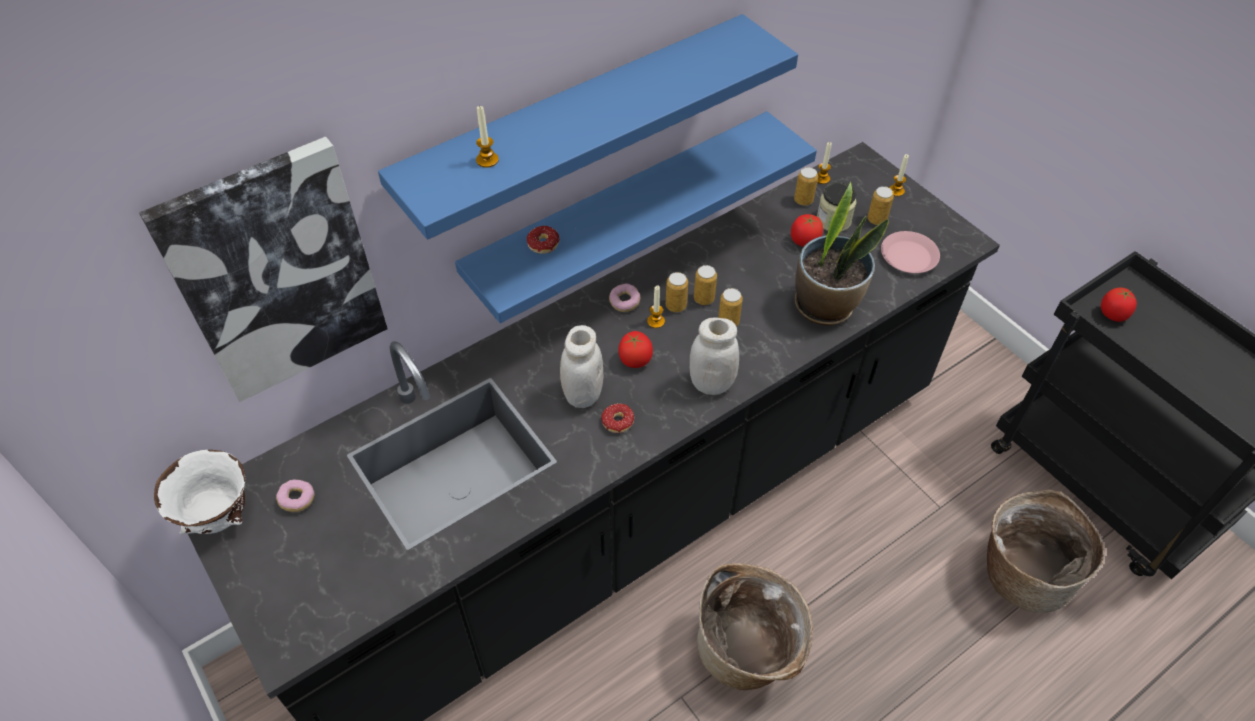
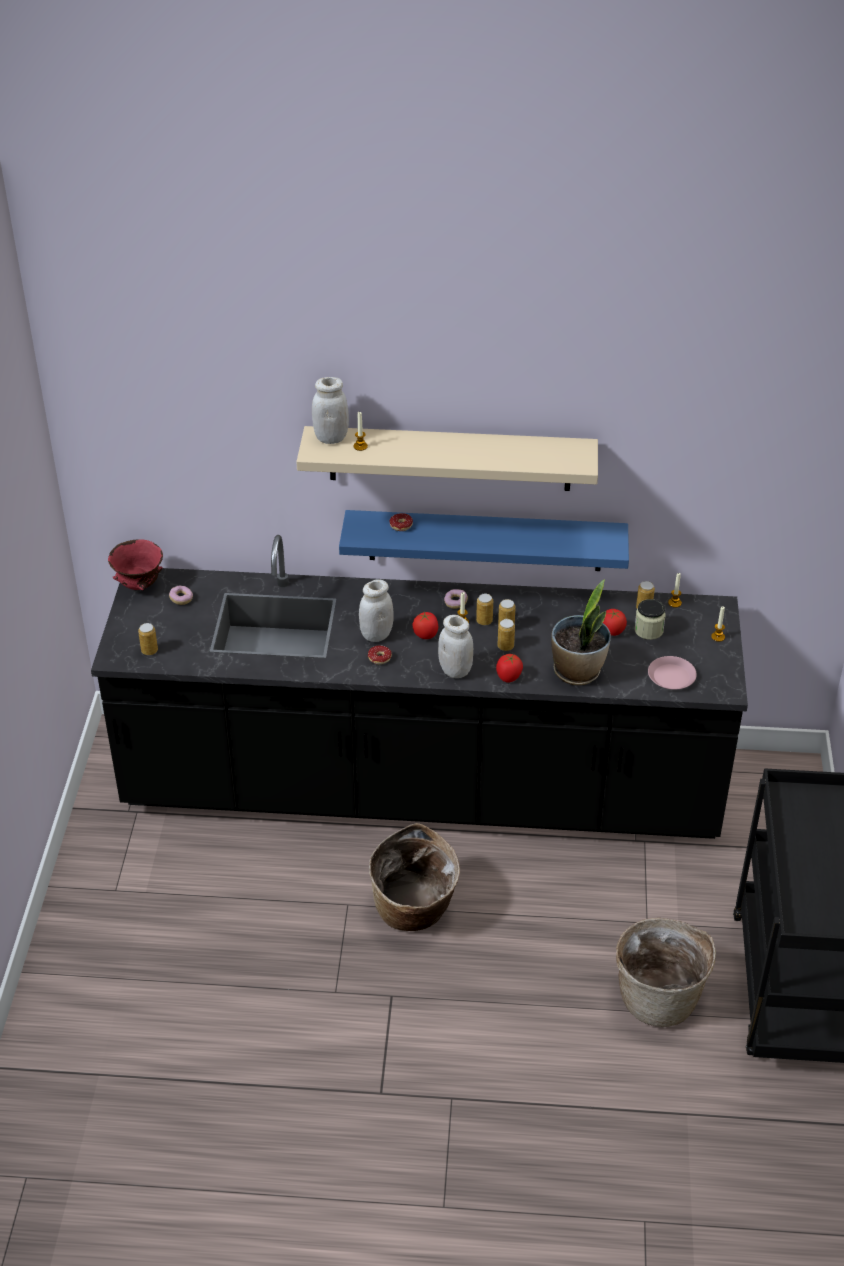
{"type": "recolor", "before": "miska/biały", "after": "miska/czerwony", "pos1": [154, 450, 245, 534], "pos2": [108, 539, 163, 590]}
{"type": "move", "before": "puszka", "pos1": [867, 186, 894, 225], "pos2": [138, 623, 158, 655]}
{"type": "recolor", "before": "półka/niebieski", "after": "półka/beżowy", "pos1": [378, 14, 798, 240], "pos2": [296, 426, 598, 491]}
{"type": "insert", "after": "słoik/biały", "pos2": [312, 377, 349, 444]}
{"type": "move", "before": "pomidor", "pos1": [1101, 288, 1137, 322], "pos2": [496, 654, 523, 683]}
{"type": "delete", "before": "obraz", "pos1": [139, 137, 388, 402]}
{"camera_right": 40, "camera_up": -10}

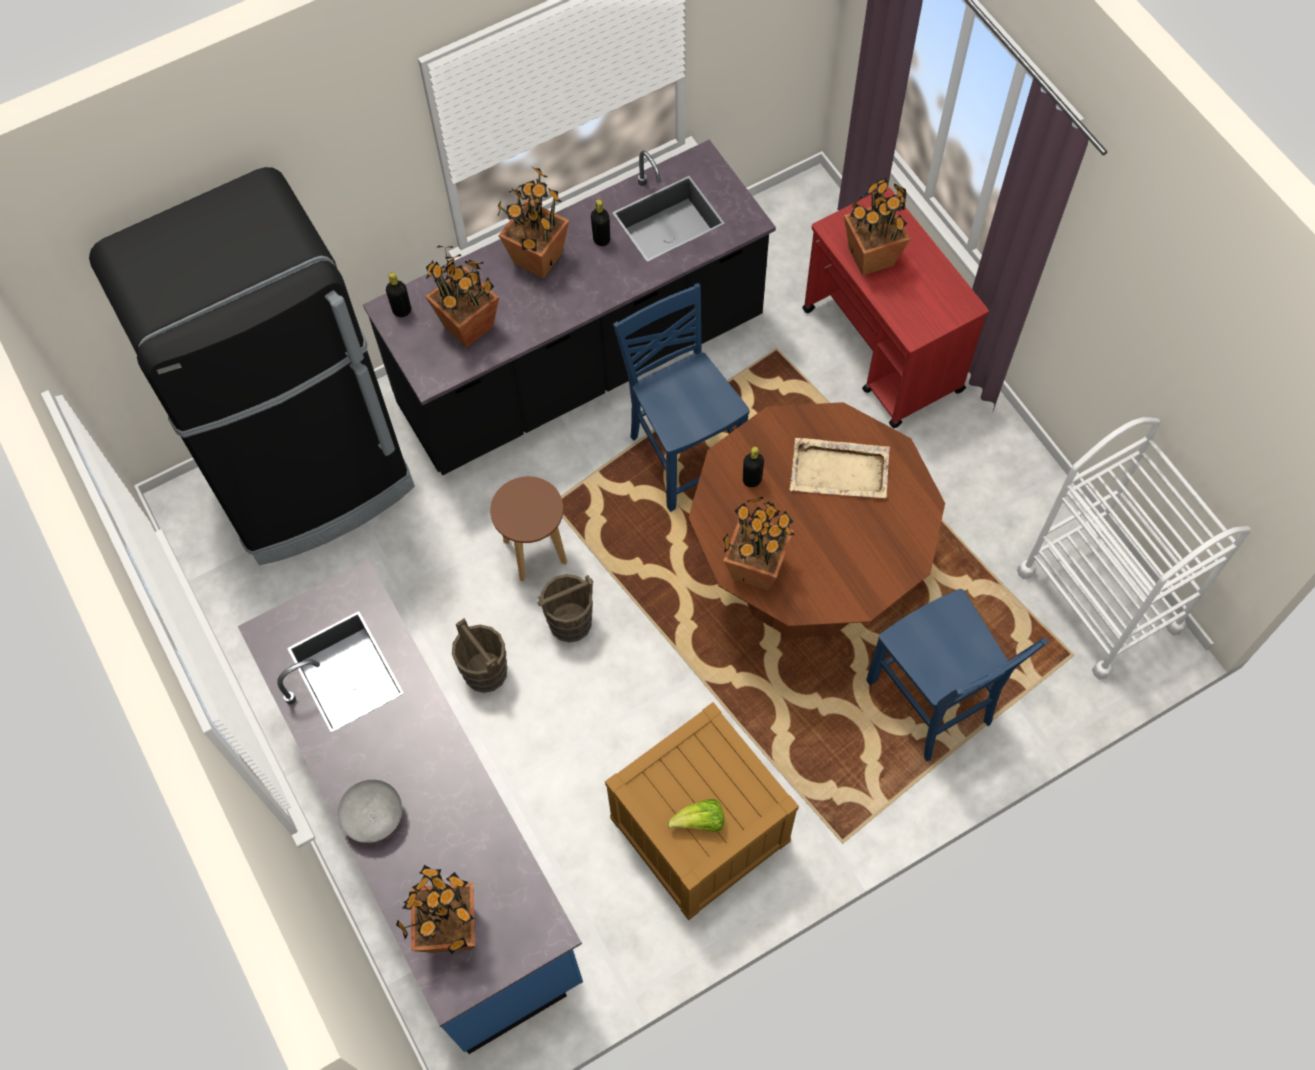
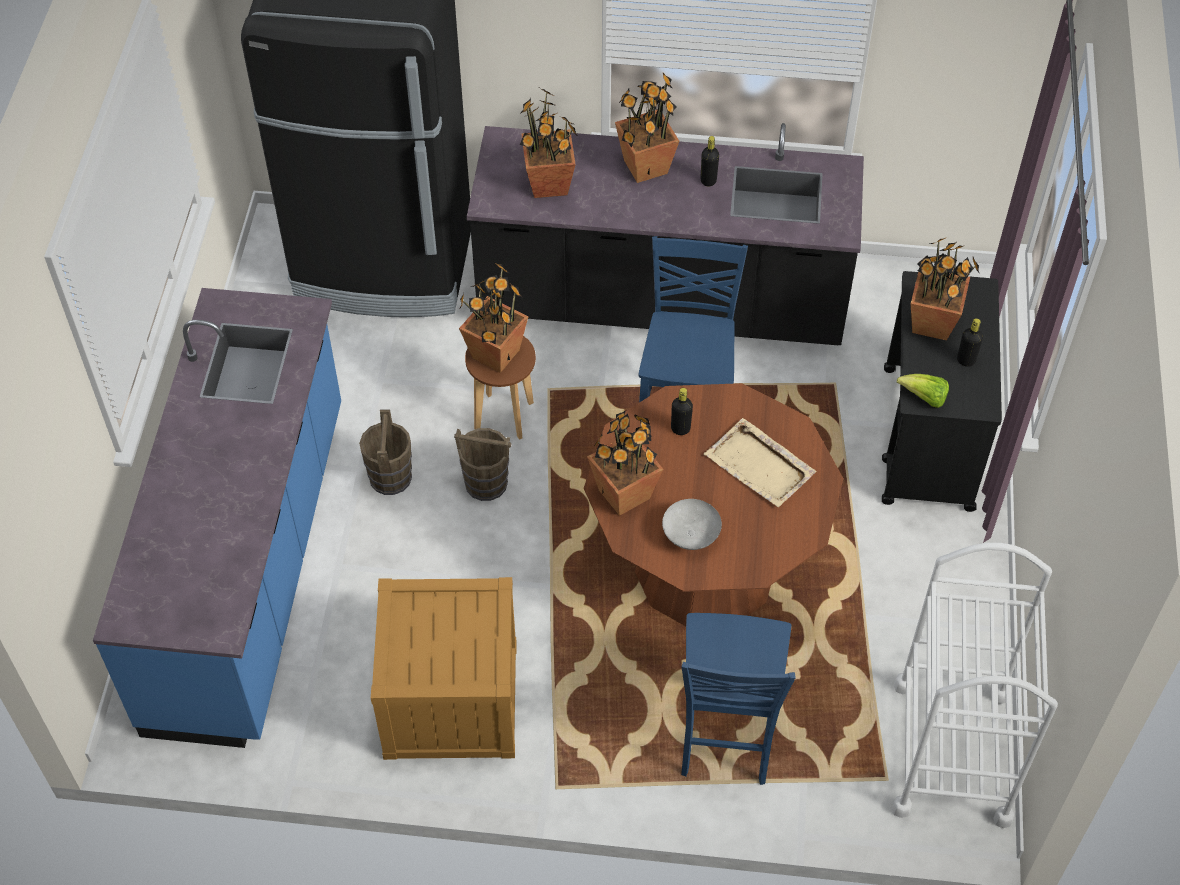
{"type": "move", "before": "roślina doniczkowa", "pos1": [396, 865, 476, 954], "pos2": [459, 264, 529, 373]}
{"type": "move", "before": "miska/szary", "pos1": [338, 779, 402, 843], "pos2": [662, 499, 722, 550]}
{"type": "recolor", "before": "wózek/czerwony", "after": "wózek/czarny", "pos1": [802, 187, 989, 428], "pos2": [882, 271, 1002, 512]}
{"type": "move", "before": "sałata", "pos1": [668, 799, 724, 832], "pos2": [897, 374, 949, 408]}
{"type": "move", "before": "butelka/czarny", "pos1": [386, 272, 411, 317], "pos2": [957, 318, 983, 367]}
{"camera_right": 35, "camera_up": -10}

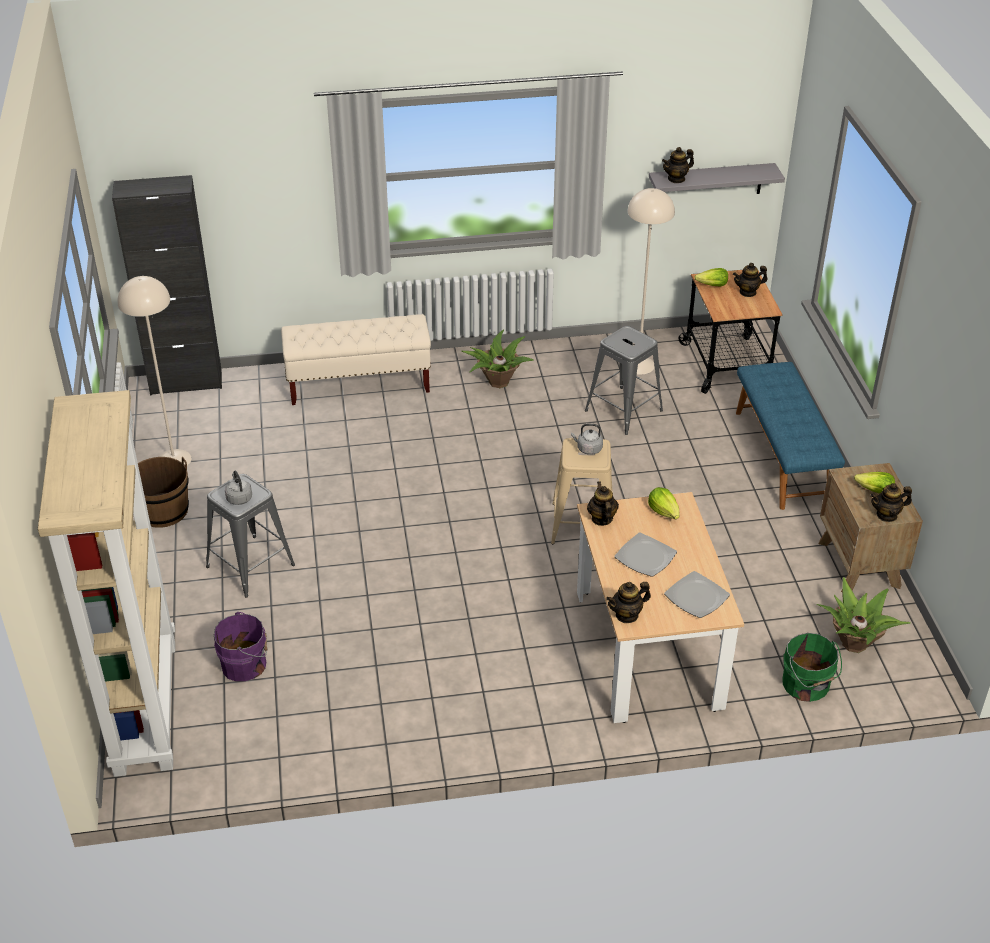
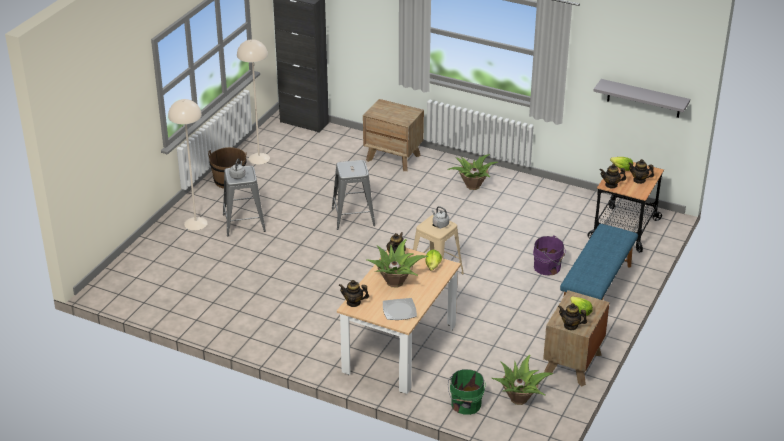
{"type": "move", "before": "lampa stojąca/beżowy", "pos1": [627, 188, 675, 375], "pos2": [168, 99, 208, 230]}
{"type": "move", "before": "stołek/szary", "pos1": [585, 326, 663, 435], "pos2": [332, 160, 375, 230]}
{"type": "replace", "before": "ławka/beżowy", "after": "szafka nocna/brązowy", "pos1": [281, 314, 431, 405], "pos2": [363, 99, 424, 171]}
{"type": "replace", "before": "talerz", "after": "roślina doniczkowa", "pos1": [614, 533, 677, 577], "pos2": [366, 239, 428, 288]}
{"type": "move", "before": "wiadro/fioletowy", "pos1": [214, 612, 268, 681], "pos2": [533, 235, 566, 276]}
{"type": "move", "before": "imbryk", "pos1": [662, 147, 694, 183], "pos2": [600, 164, 626, 188]}
{"type": "delete", "before": "regał/beżowy", "pos1": [38, 390, 175, 777]}
{"camera_right": 35, "camera_up": -5}

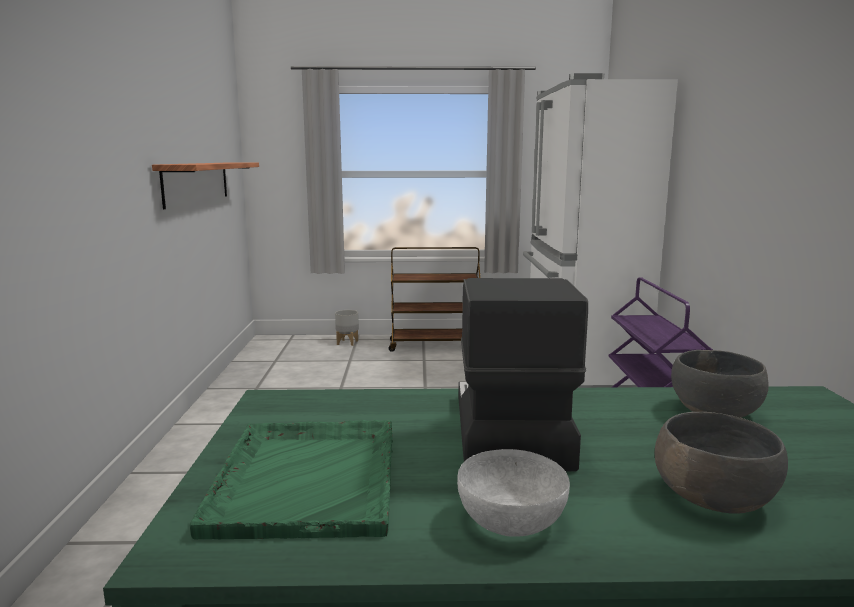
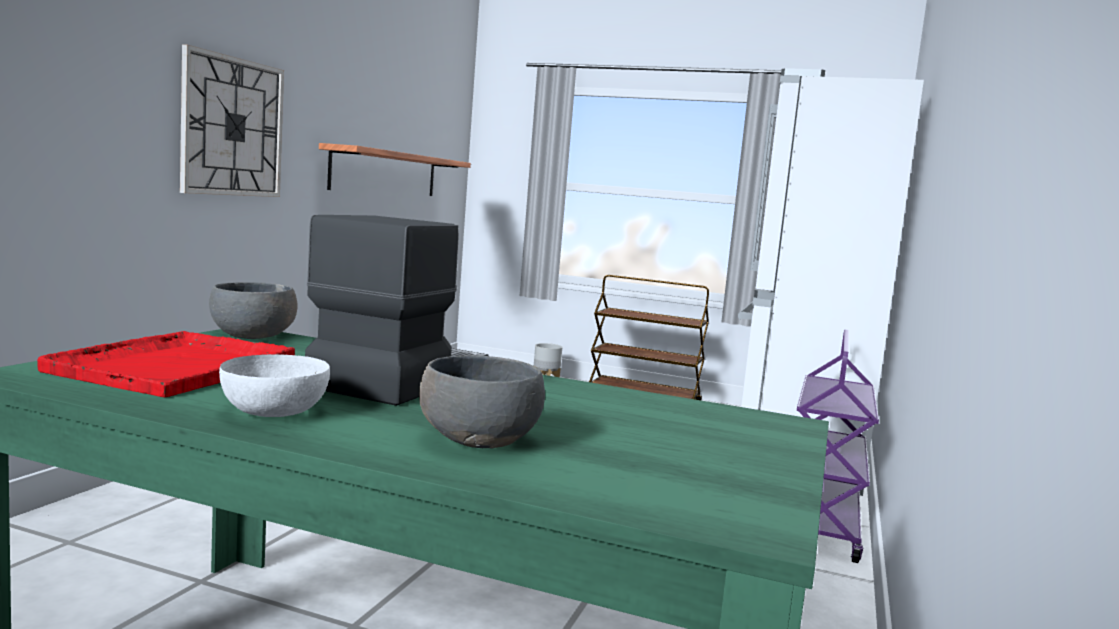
{"type": "recolor", "before": "taca/zielony", "after": "taca/czerwony", "pos1": [190, 420, 393, 539], "pos2": [37, 331, 295, 397]}
{"type": "insert", "after": "zegar ścienny", "pos2": [180, 44, 284, 197]}
{"type": "move", "before": "miska/szary", "pos1": [671, 350, 769, 418], "pos2": [209, 282, 298, 339]}
{"camera_right": 20, "camera_up": -5}

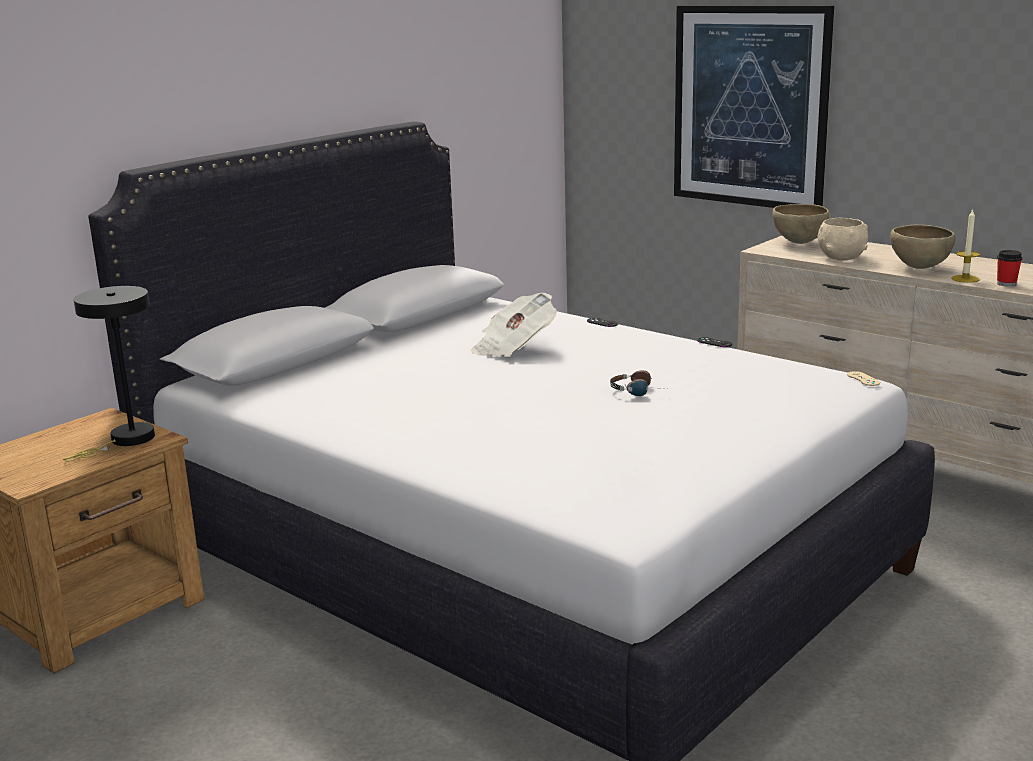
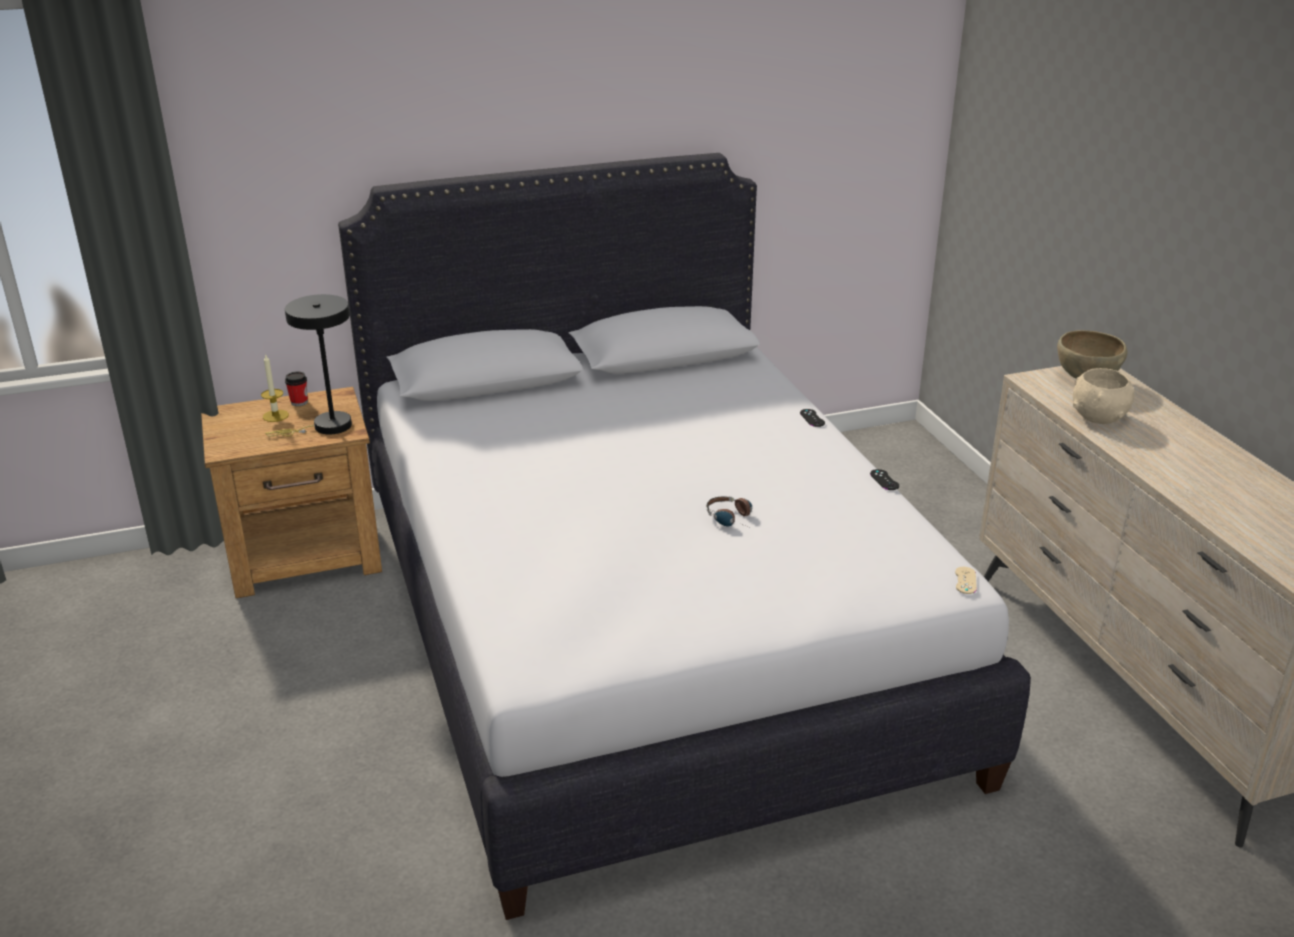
{"type": "move", "before": "świeca", "pos1": [951, 208, 980, 283], "pos2": [261, 355, 289, 422]}
{"type": "move", "before": "filiżanka", "pos1": [997, 250, 1022, 287], "pos2": [285, 372, 308, 406]}
{"type": "delete", "before": "gazeta", "pos1": [471, 293, 557, 357]}
{"type": "delete", "before": "obraz", "pos1": [674, 5, 834, 208]}
{"type": "delete", "before": "miska/brązowy", "pos1": [890, 225, 956, 269]}
{"camera_right": 30, "camera_up": 10}

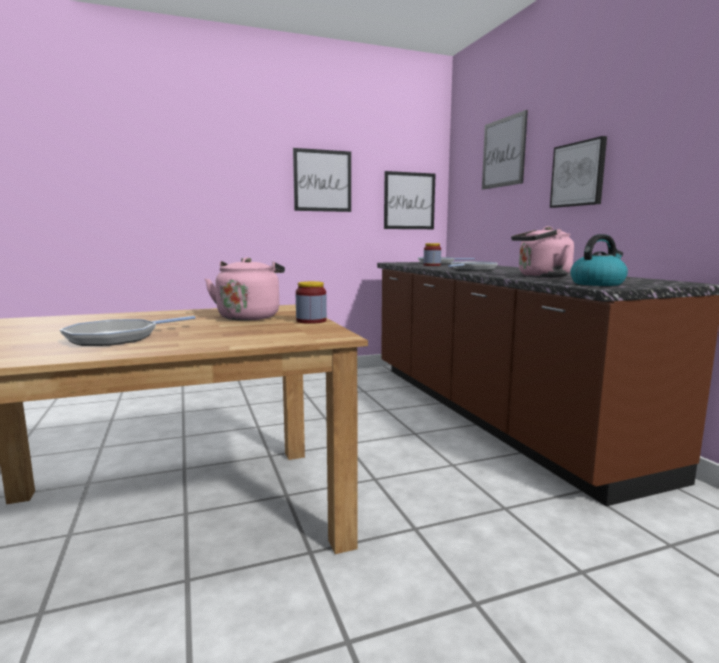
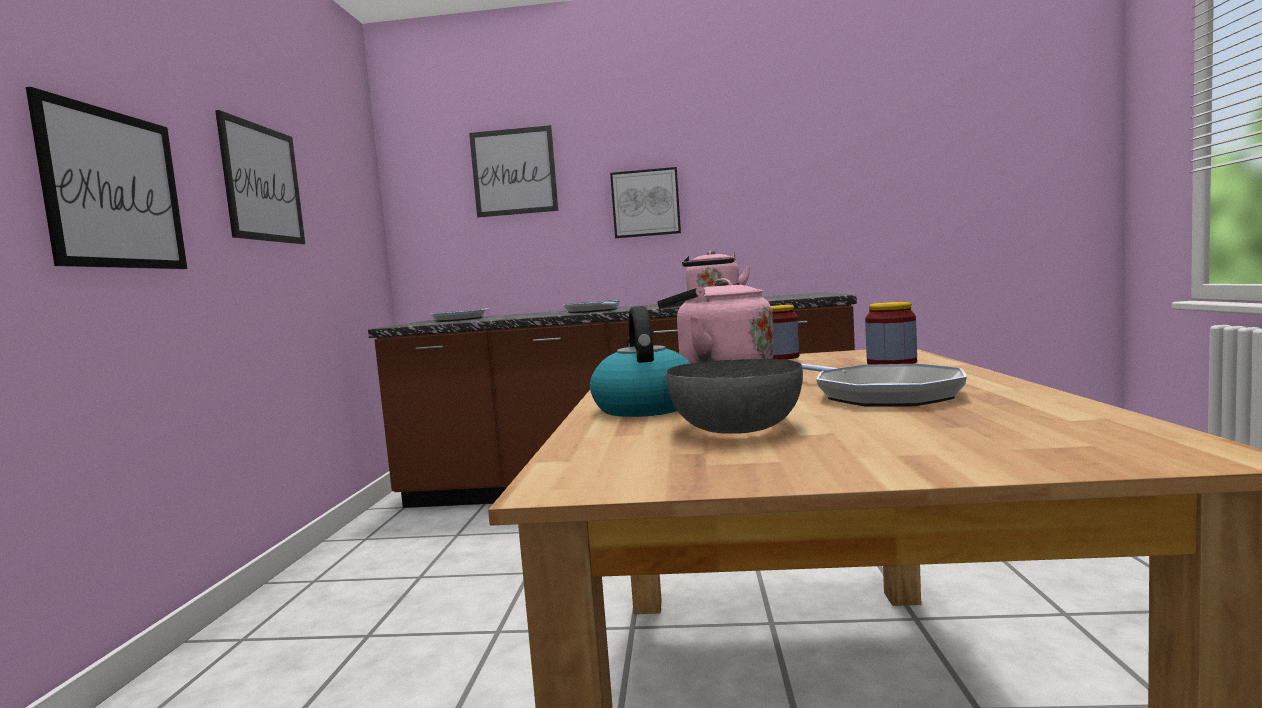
{"type": "move", "before": "obraz", "pos1": [384, 171, 435, 229], "pos2": [26, 87, 187, 269]}
{"type": "move", "before": "czajnik", "pos1": [571, 234, 628, 286], "pos2": [590, 306, 690, 417]}
{"type": "insert", "after": "miska/szary", "pos2": [666, 359, 803, 434]}
{"type": "move", "before": "słoik", "pos1": [423, 243, 441, 266], "pos2": [865, 302, 917, 365]}
{"camera_right": -65, "camera_up": -5}

